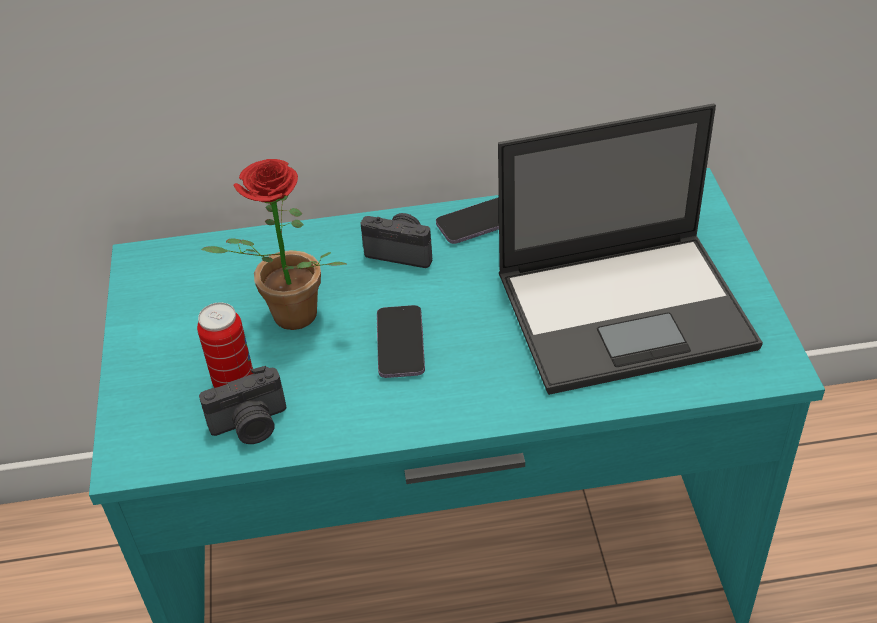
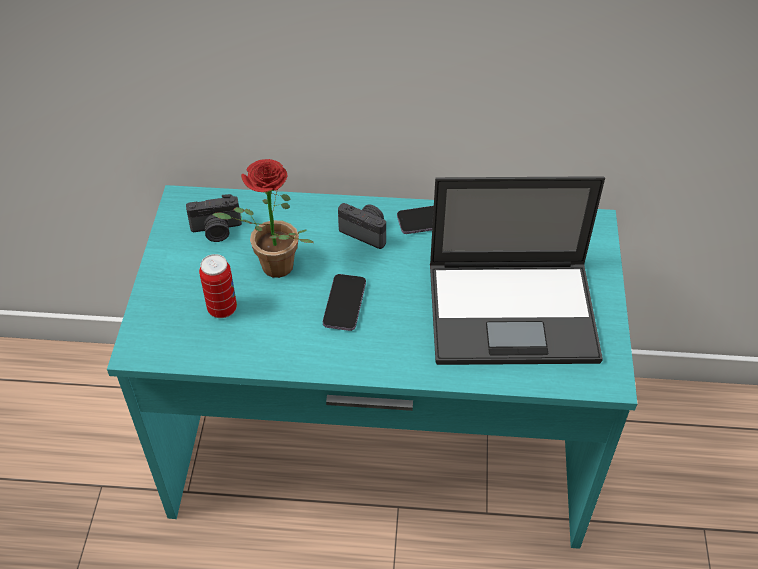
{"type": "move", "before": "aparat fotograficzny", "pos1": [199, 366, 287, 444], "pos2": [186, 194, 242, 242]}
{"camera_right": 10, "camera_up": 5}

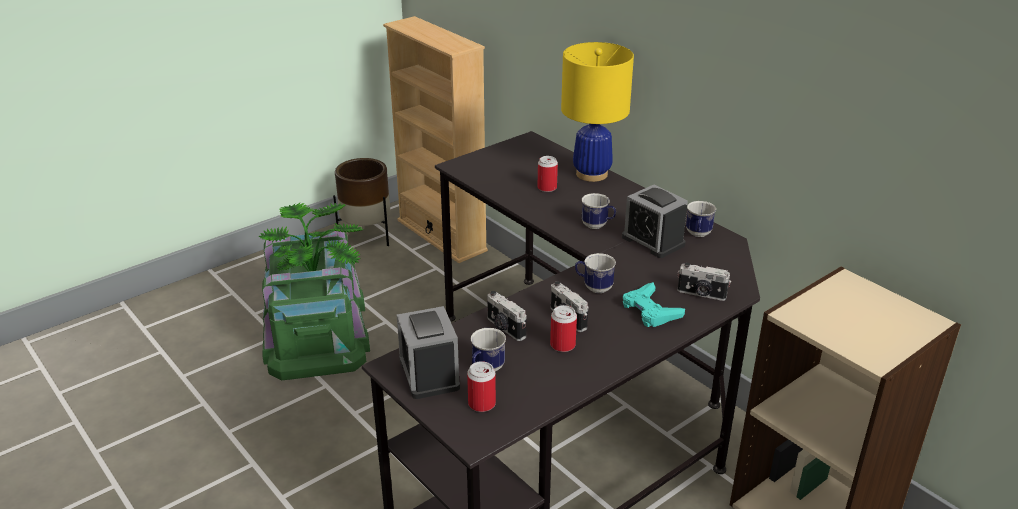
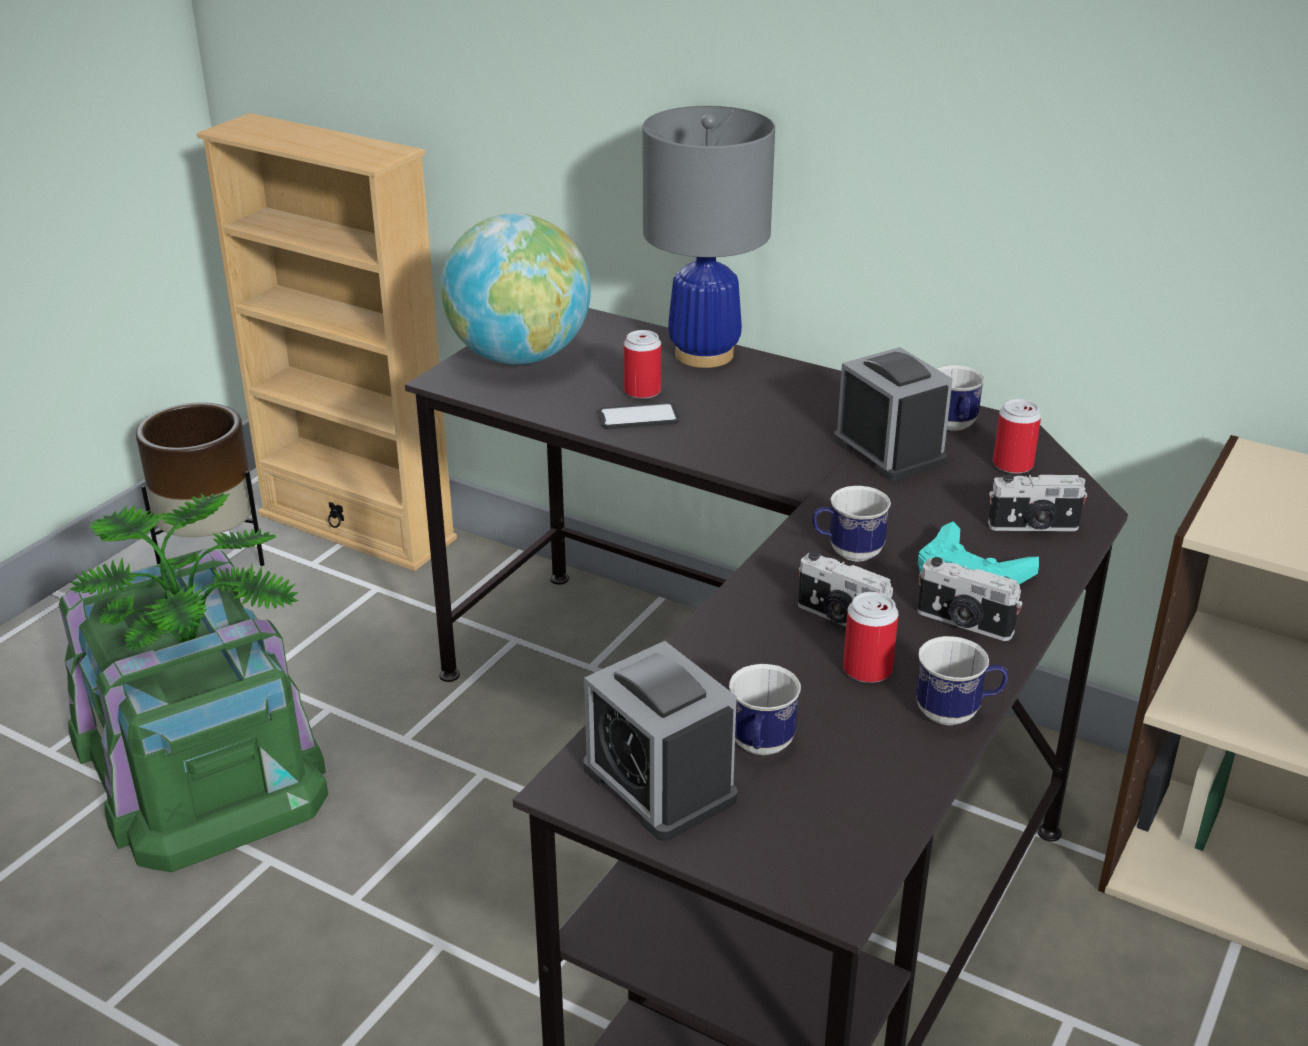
{"type": "insert", "after": "globus", "pos2": [441, 213, 591, 365]}
{"type": "insert", "after": "telefon", "pos2": [598, 402, 680, 429]}
{"type": "recolor", "before": "lampa stołowa/żółty", "after": "lampa stołowa/szary", "pos1": [561, 42, 634, 182], "pos2": [642, 106, 775, 368]}
{"type": "rotate", "before": "budzik", "pos1": [622, 185, 688, 258], "pos2": [834, 347, 953, 481], "turn": -150}
{"type": "move", "before": "kubek", "pos1": [582, 193, 616, 229], "pos2": [916, 636, 1008, 725]}
{"type": "move", "before": "aparat fotograficzny", "pos1": [487, 291, 526, 341], "pos2": [917, 557, 1022, 641]}
{"type": "move", "before": "puszka", "pos1": [467, 361, 496, 412], "pos2": [993, 399, 1041, 474]}
{"camera_right": -20, "camera_up": 0}

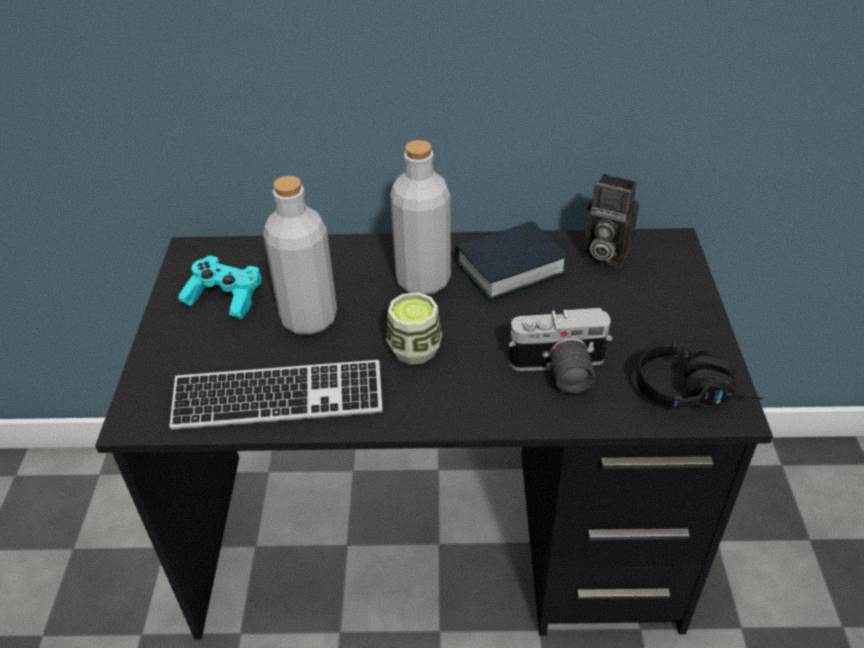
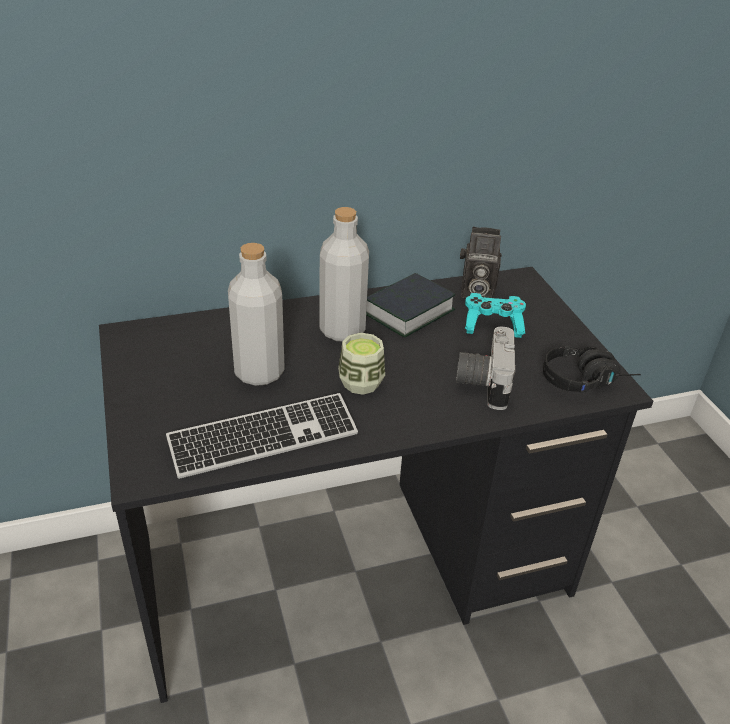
{"type": "rotate", "before": "aparat fotograficzny", "pos1": [509, 308, 613, 393], "pos2": [456, 327, 516, 410], "turn": 120}
{"type": "move", "before": "pad do gier/turkusowy", "pos1": [178, 256, 262, 319], "pos2": [465, 293, 526, 338]}
{"camera_right": -20, "camera_up": -5}

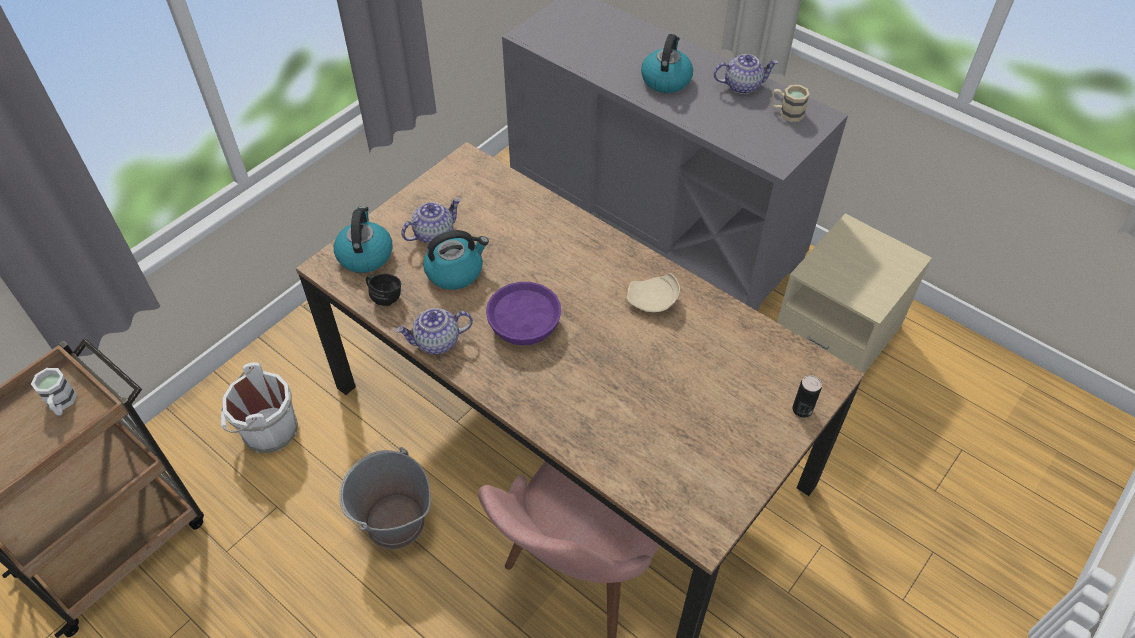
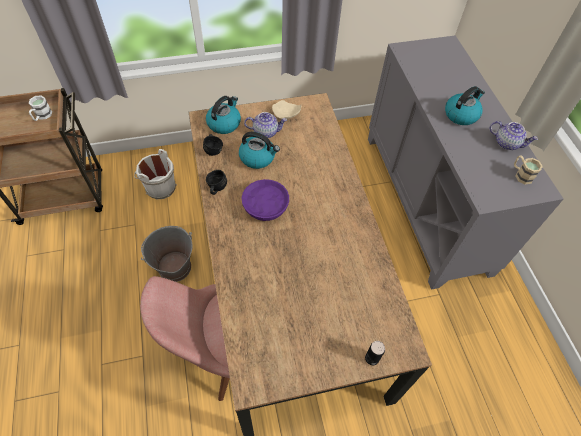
{"type": "replace", "before": "imbryk", "after": "kubek/czarny", "pos1": [396, 308, 473, 354], "pos2": [206, 170, 227, 195]}
{"type": "move", "before": "talerz/beżowy", "pos1": [627, 273, 680, 312], "pos2": [272, 100, 301, 119]}
{"type": "delete", "before": "szafka nocna/beżowy", "pos1": [777, 214, 932, 374]}
{"camera_right": 35, "camera_up": 5}

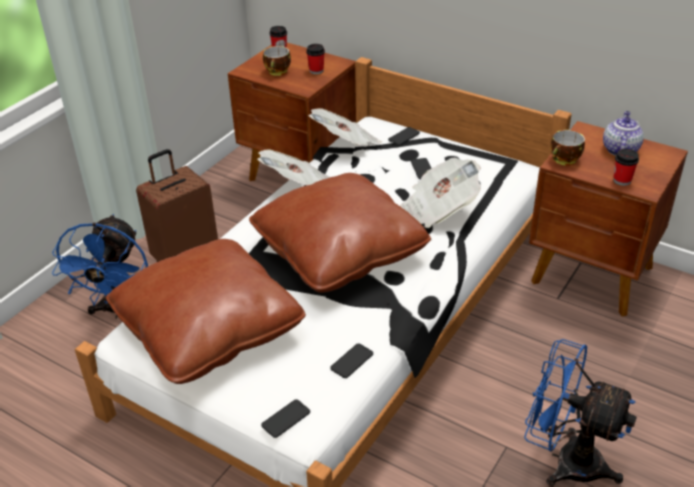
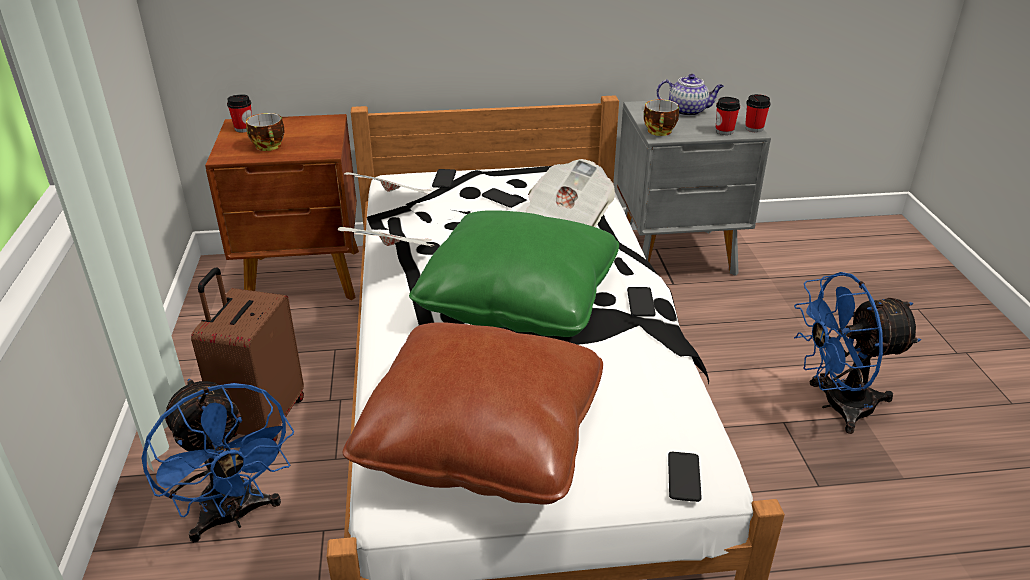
{"type": "recolor", "before": "poduszka/brązowy", "after": "poduszka/zielony", "pos1": [249, 173, 431, 293], "pos2": [409, 210, 619, 337]}
{"type": "recolor", "before": "szafka nocna/brązowy", "after": "szafka nocna/szary", "pos1": [529, 121, 688, 316], "pos2": [617, 97, 771, 276]}
{"type": "move", "before": "telefon", "pos1": [330, 343, 373, 378], "pos2": [627, 287, 656, 317]}
{"type": "rotate", "before": "imbryk", "pos1": [603, 111, 644, 156], "pos2": [656, 74, 724, 116], "turn": 120}
{"type": "move", "before": "filiżanka", "pos1": [306, 44, 325, 74], "pos2": [745, 94, 771, 132]}
{"camera_right": -40, "camera_up": -5}

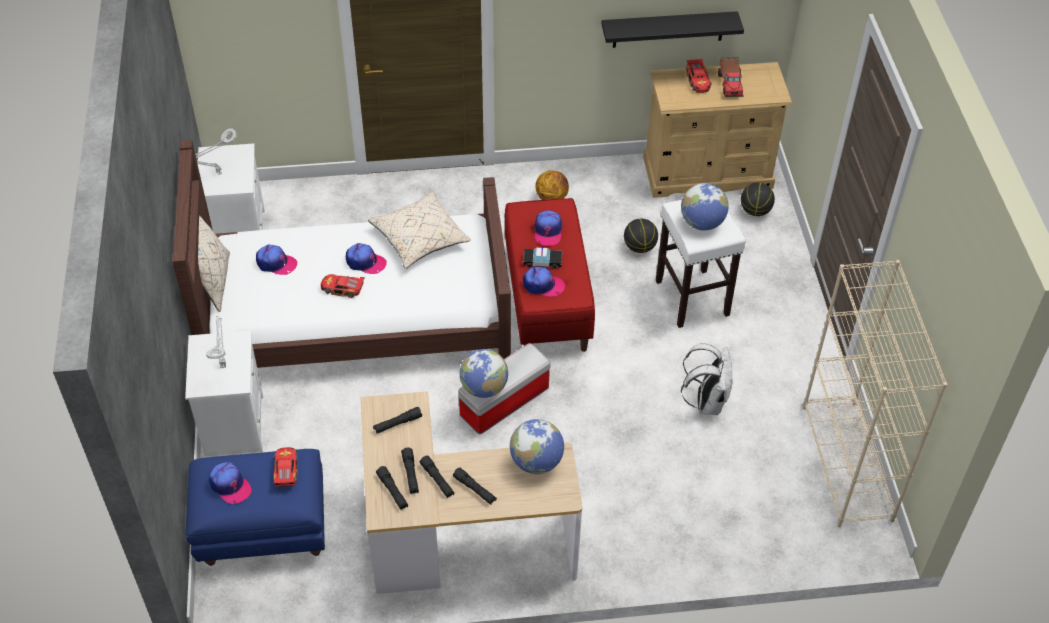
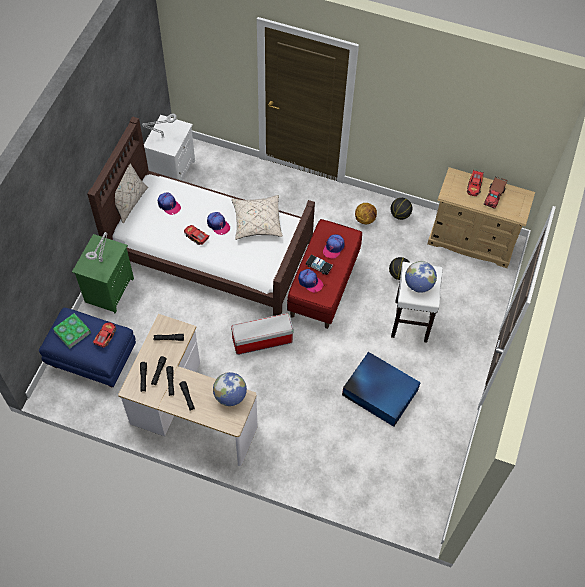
{"type": "replace", "before": "czapka z daszkiem", "after": "książka", "pos1": [209, 462, 252, 504], "pos2": [53, 313, 91, 349]}
{"type": "recolor", "before": "szafka nocna/biały", "after": "szafka nocna/zielony", "pos1": [185, 330, 263, 456], "pos2": [72, 234, 134, 314]}
{"type": "replace", "before": "plecak/biały", "after": "pojemnik do przechowywania/niebieski", "pos1": [681, 343, 733, 415], "pos2": [342, 352, 421, 427]}
{"type": "move", "before": "piłka do koszykówki", "pos1": [741, 183, 775, 216], "pos2": [390, 198, 412, 220]}
{"type": "delete", "before": "globus", "pos1": [460, 349, 508, 398]}
{"type": "delete", "before": "półka/czarny", "pos1": [601, 11, 744, 48]}
{"type": "delete", "before": "regał/beżowy", "pos1": [803, 260, 948, 527]}
{"camera_right": 25, "camera_up": 10}

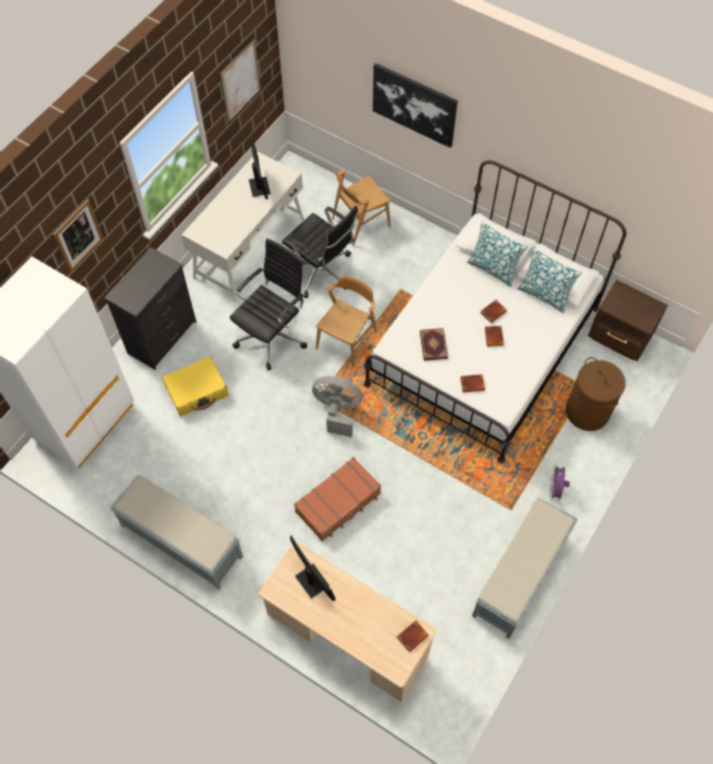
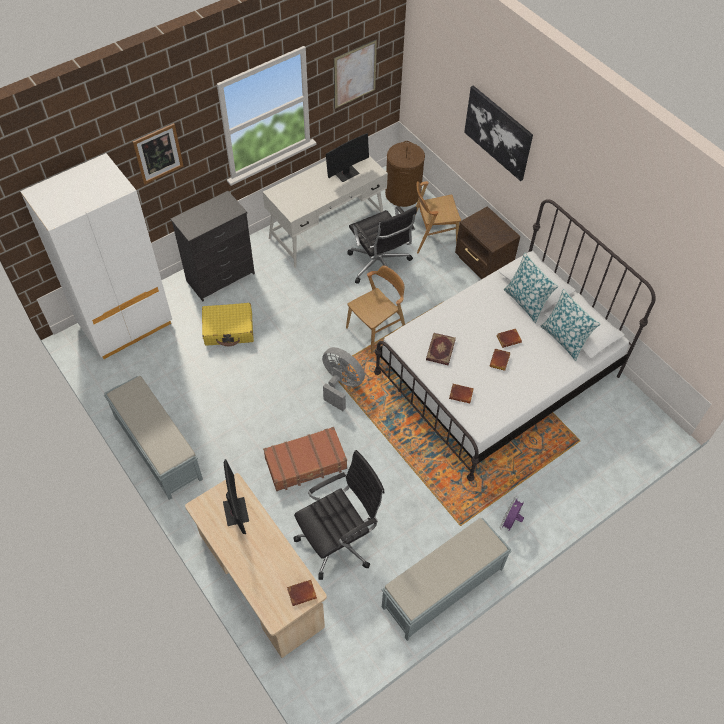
{"type": "move", "before": "krzesło biurowe/czarny", "pos1": [230, 238, 307, 370], "pos2": [293, 450, 385, 580]}
{"type": "rotate", "before": "monitor", "pos1": [249, 137, 271, 199], "pos2": [326, 133, 369, 182], "turn": 45}
{"type": "move", "before": "kosz na pranie/brązowy", "pos1": [566, 357, 626, 431], "pos2": [385, 141, 425, 207]}
{"type": "move", "before": "szafka nocna/brązowy", "pos1": [588, 280, 668, 361], "pos2": [455, 206, 520, 279]}
{"camera_right": 20, "camera_up": -5}

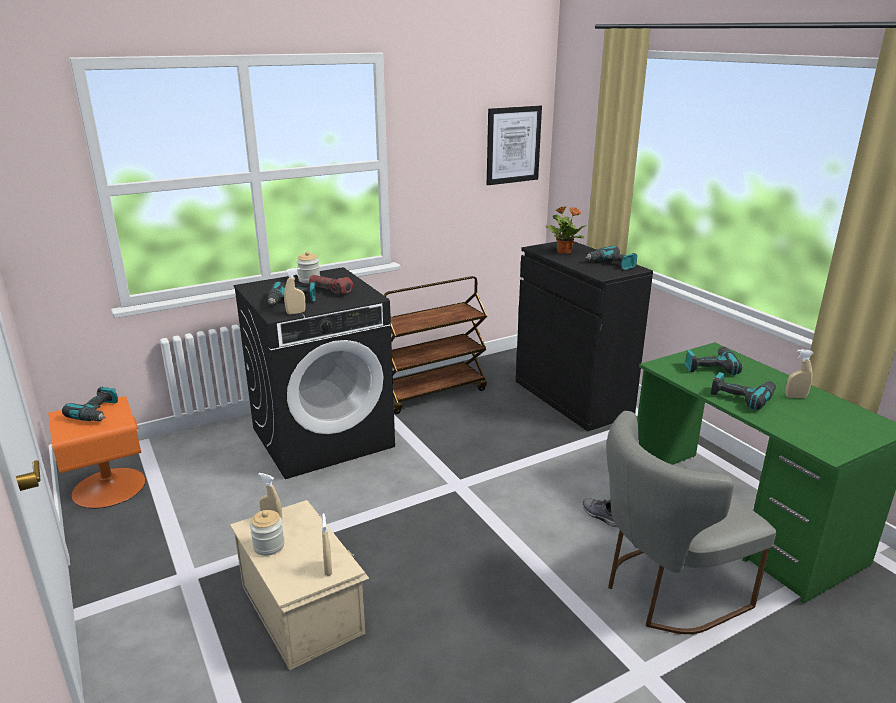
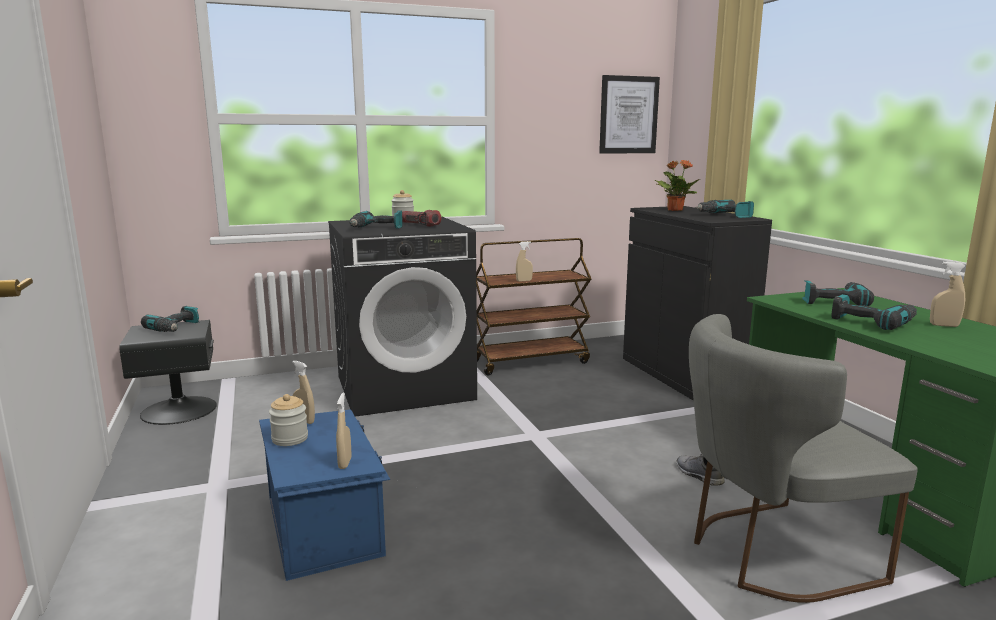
{"type": "recolor", "before": "szafka nocna/pomarańczowy", "after": "szafka nocna/czarny", "pos1": [48, 396, 146, 508], "pos2": [119, 320, 217, 425]}
{"type": "recolor", "before": "pojemnik do przechowywania/beżowy", "after": "pojemnik do przechowywania/niebieski", "pos1": [230, 500, 369, 670], "pos2": [259, 409, 390, 581]}
{"type": "move", "before": "spryskiwacz/beżowy", "pos1": [284, 268, 305, 315], "pos2": [516, 241, 533, 282]}
{"camera_right": 10, "camera_up": -10}

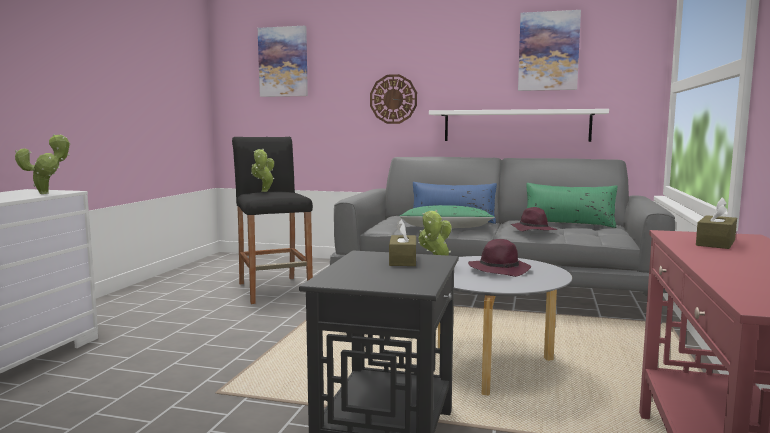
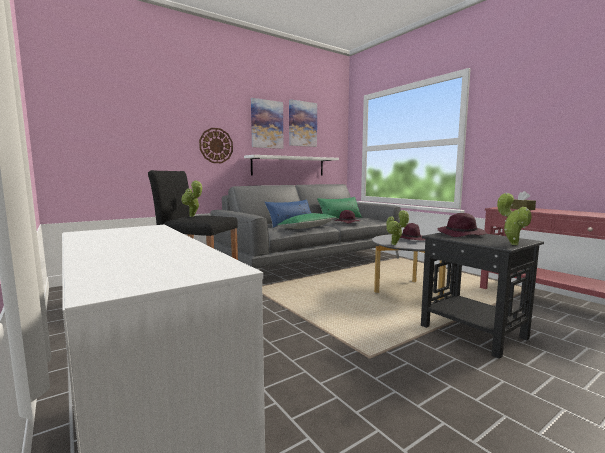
{"type": "move", "before": "obraz", "pos1": [258, 26, 308, 97], "pos2": [251, 98, 283, 149]}
{"type": "replace", "before": "pudełko chusteczek/brązowy", "after": "kapelusz/fioletowy", "pos1": [389, 219, 416, 266], "pos2": [438, 213, 486, 237]}
{"type": "move", "before": "roślina doniczkowa", "pos1": [15, 134, 70, 194], "pos2": [497, 193, 532, 245]}
{"camera_right": -50, "camera_up": 0}

